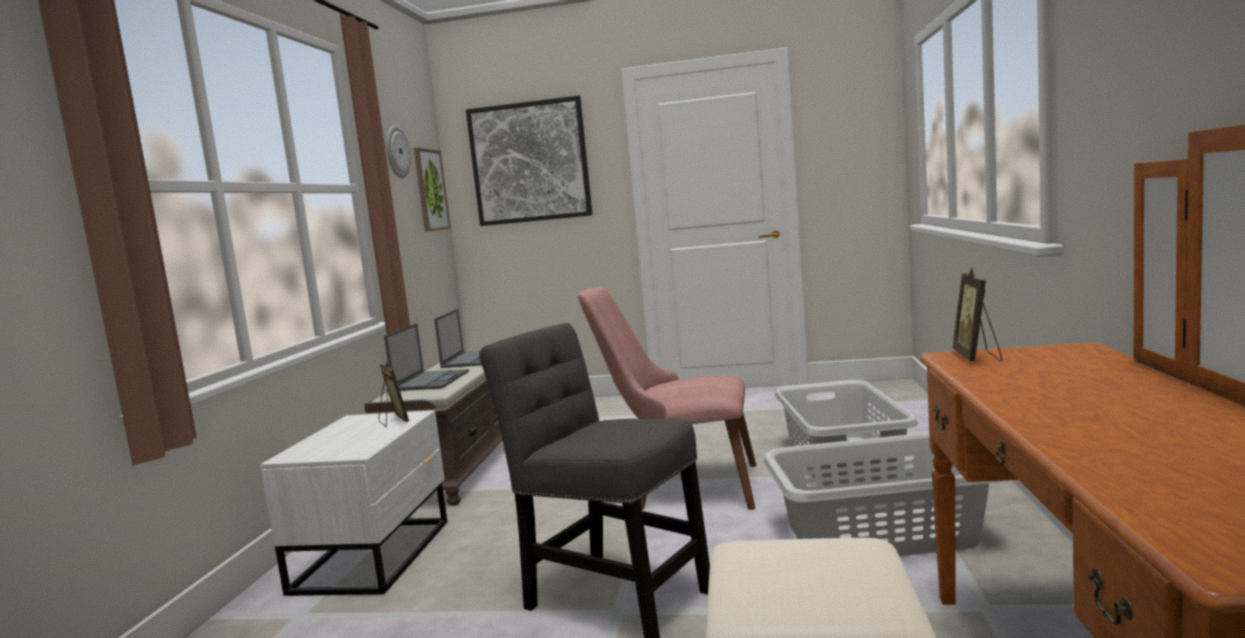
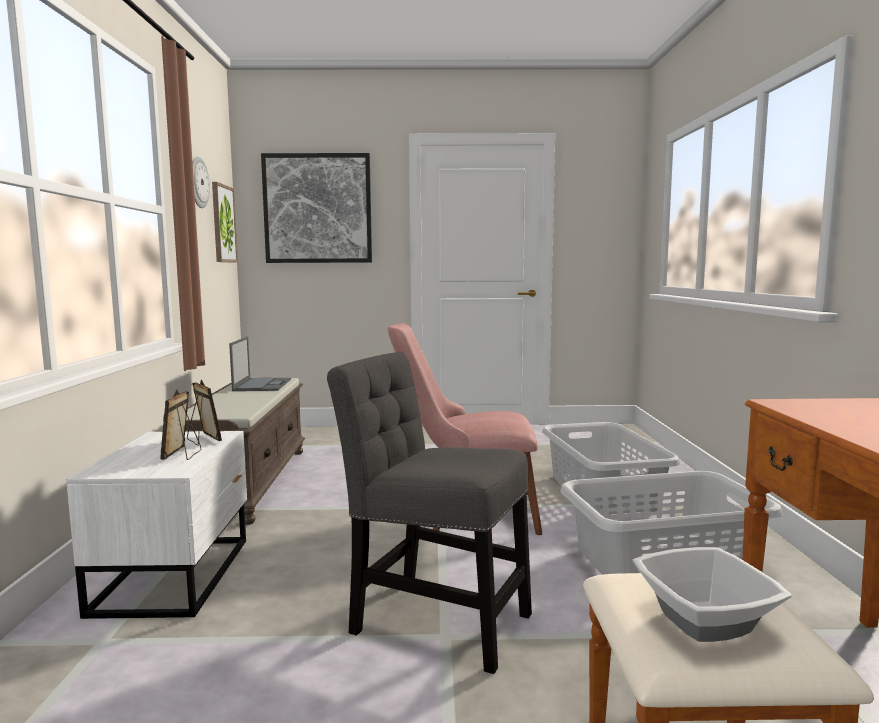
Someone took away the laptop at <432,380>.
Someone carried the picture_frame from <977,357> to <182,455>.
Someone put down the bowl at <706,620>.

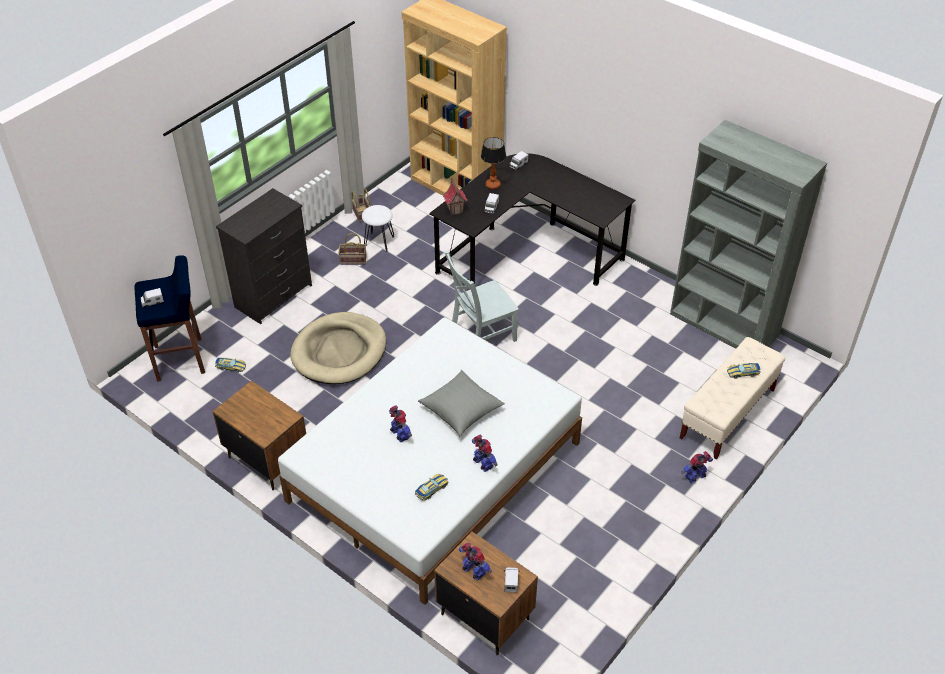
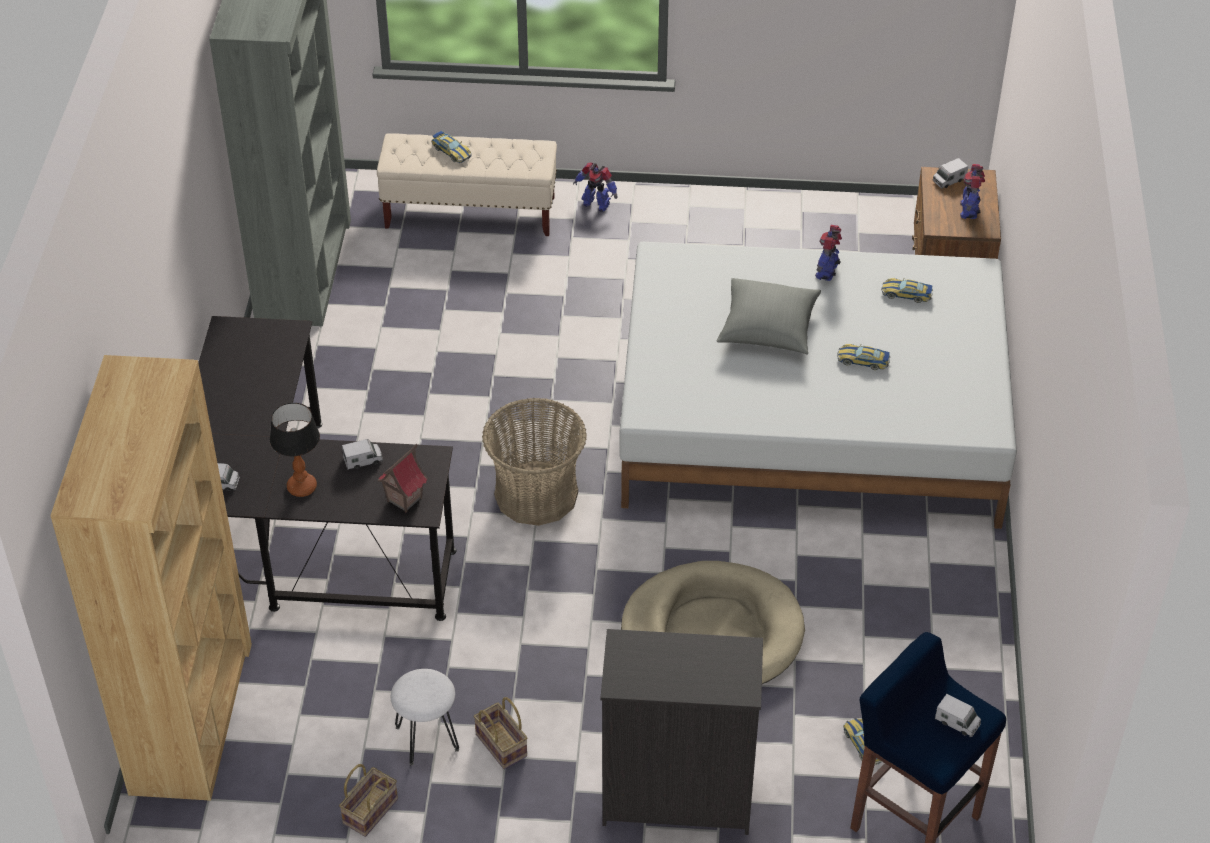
Someone took away the brown_nightstand at <267,459>.
Someone swapped the toy_robot at <400,435> for the toy_car at <863,360>.
Someone swapped the grey_chair at <480,336> for the basket at <536,494>.

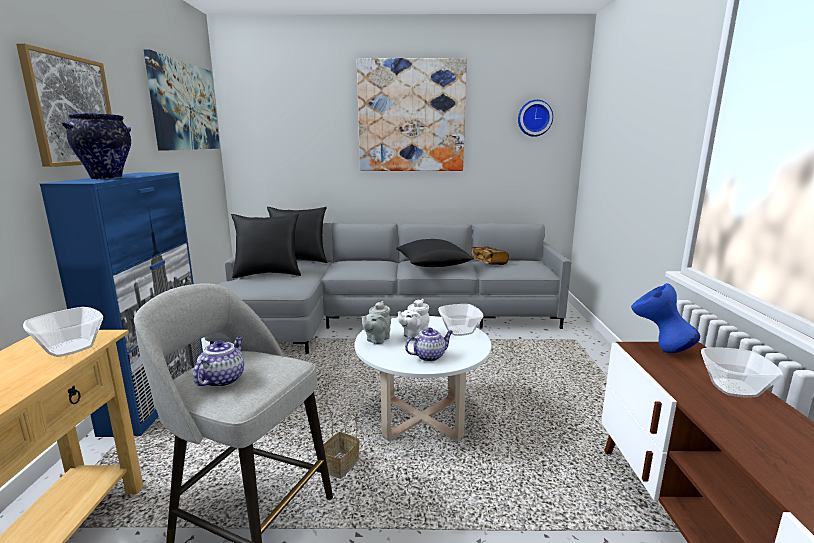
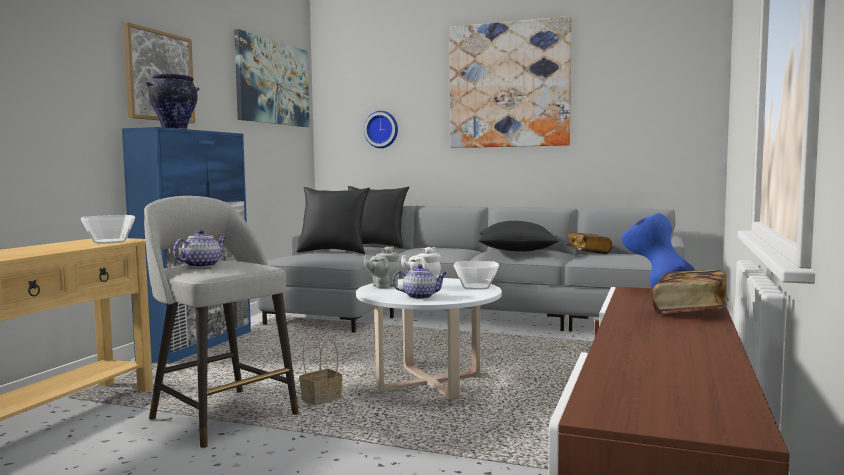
Someone carried the wall_clock from <534,118> to <382,129>.
Someone swapped the bowl at <734,388> for the book at <689,311>.

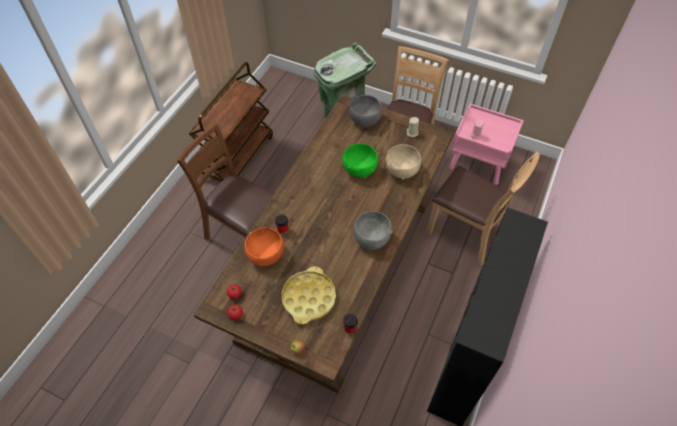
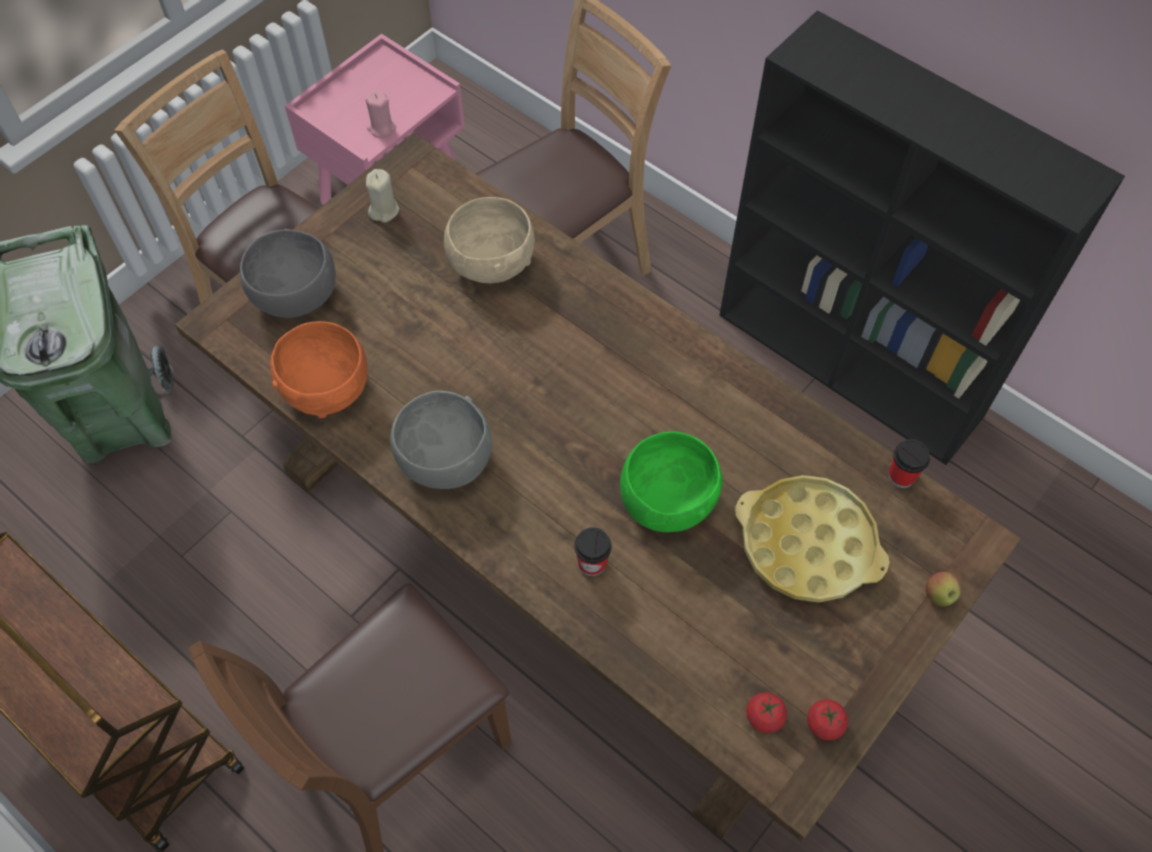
Someone carried the orange_bowl from <266,254> to <325,387>.
Someone carried the green_bowl from <359,169> to <667,501>.
Someone carried the grey_bowl from <371,239> to <446,460>.

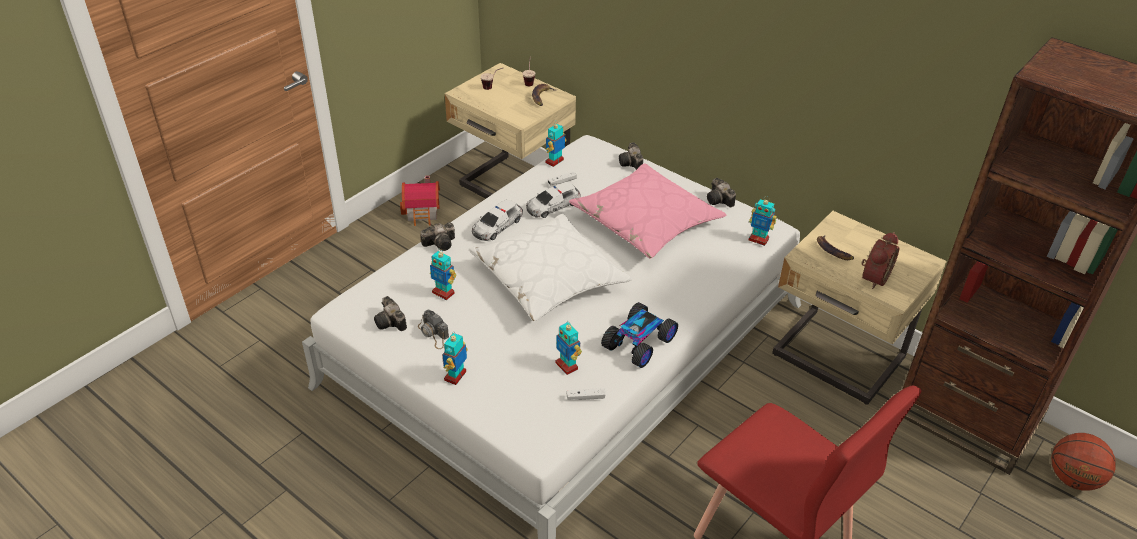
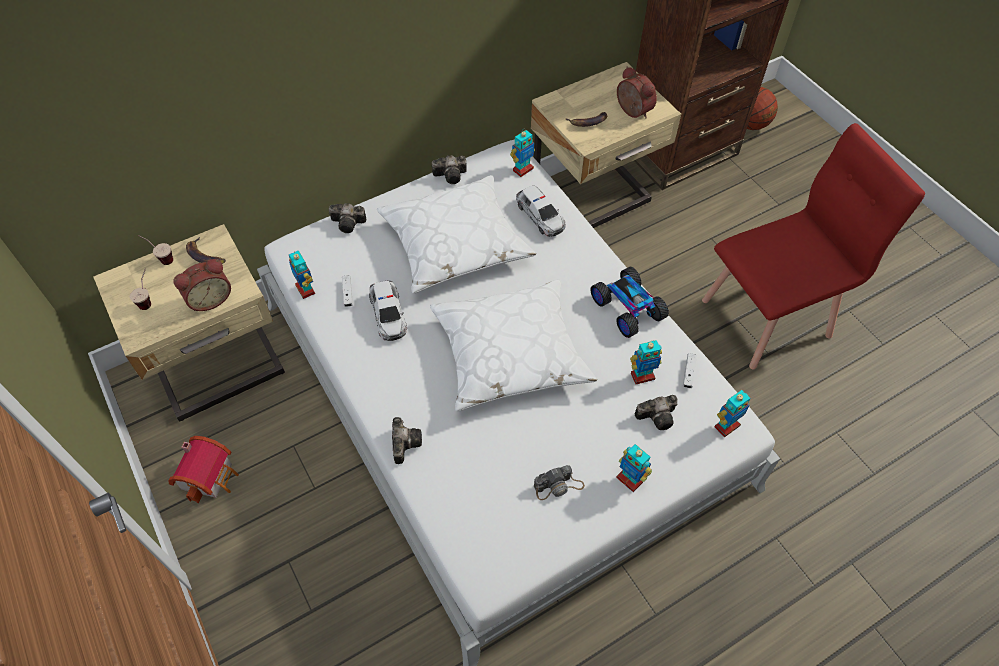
Someone carried the photo_camera from <391,323> to <658,416>.
Someone carried the toy_robot from <443,293> to <726,426>.
Someone carried the toy_car from <497,226> to <540,216>.
Someone repainted the pink_pillow at <646,221>, which became the white_pillow at <455,243>.
Someone put down the alarm_clock at <209,298>.

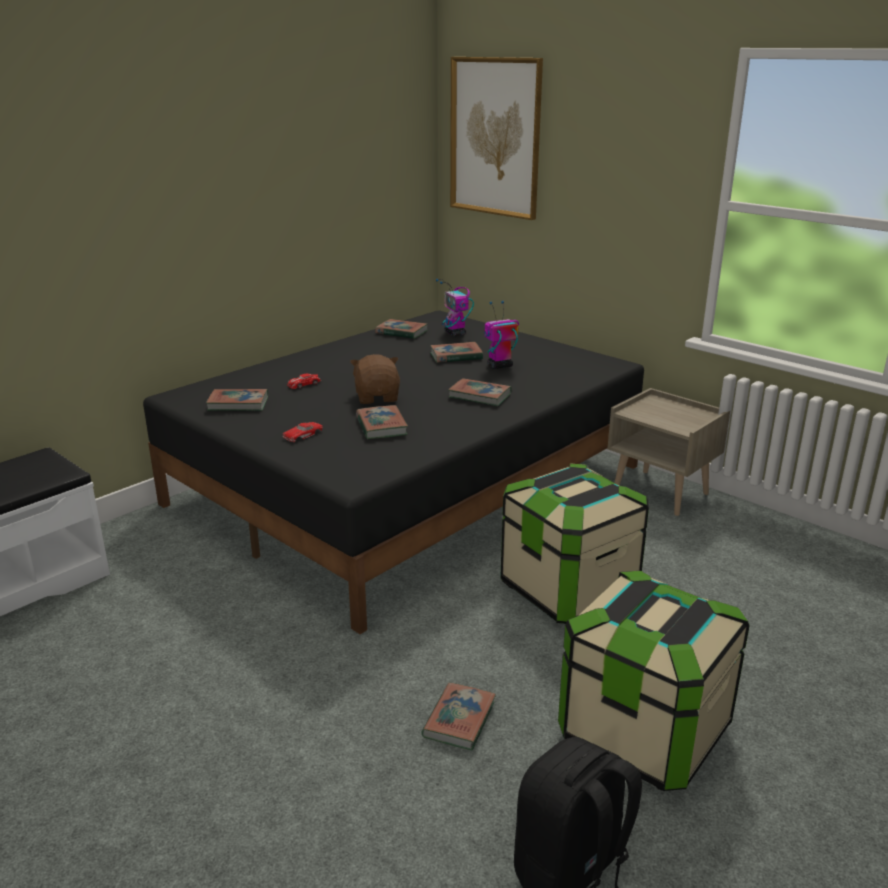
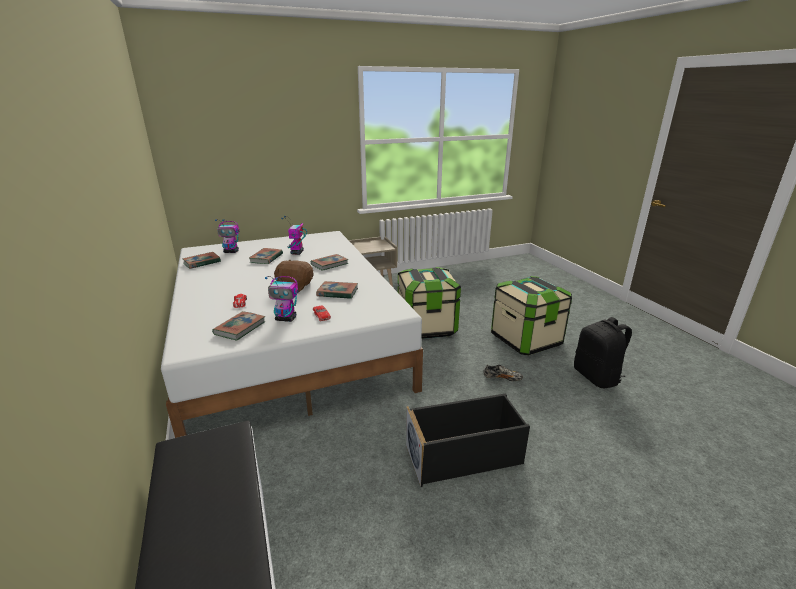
Someone repainted the black_bed at <408,485>, which became the white_bed at <287,341>.
Someone swapped the book at <459,720> for the shoe at <502,378>.
Someone took away the picture at <495,137>.
Someone put down the toy_robot at <286,319>.
Someone put down the black_storage_box at <464,455>.

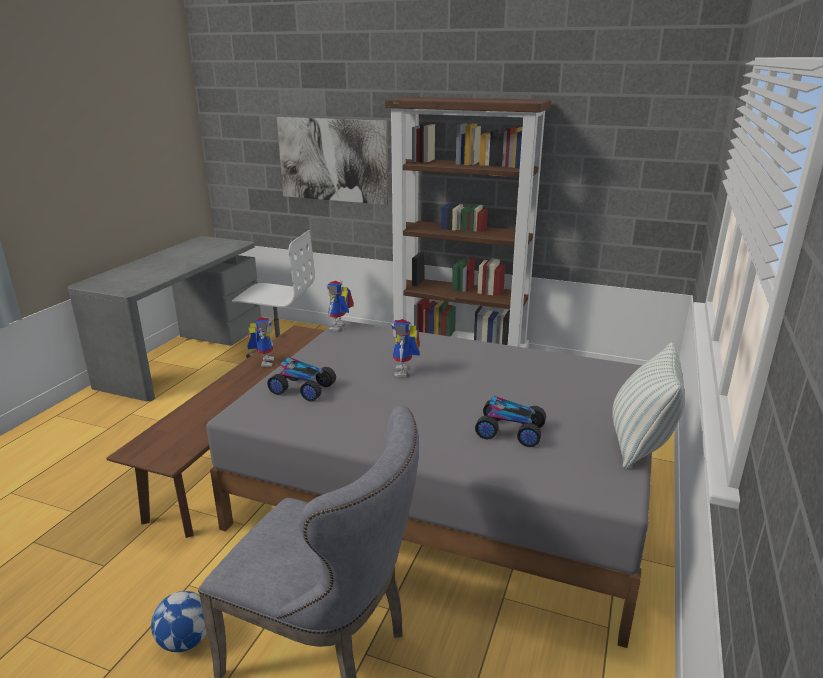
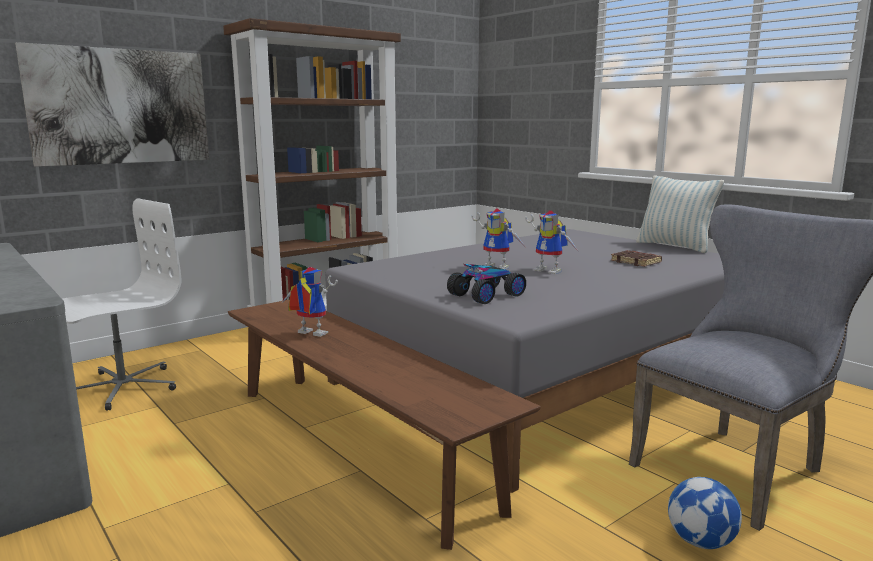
Someone carried the toy_robot from <339,328> to <551,271>.
Someone swapped the toy_car at <510,432> for the brown_book at <636,262>.

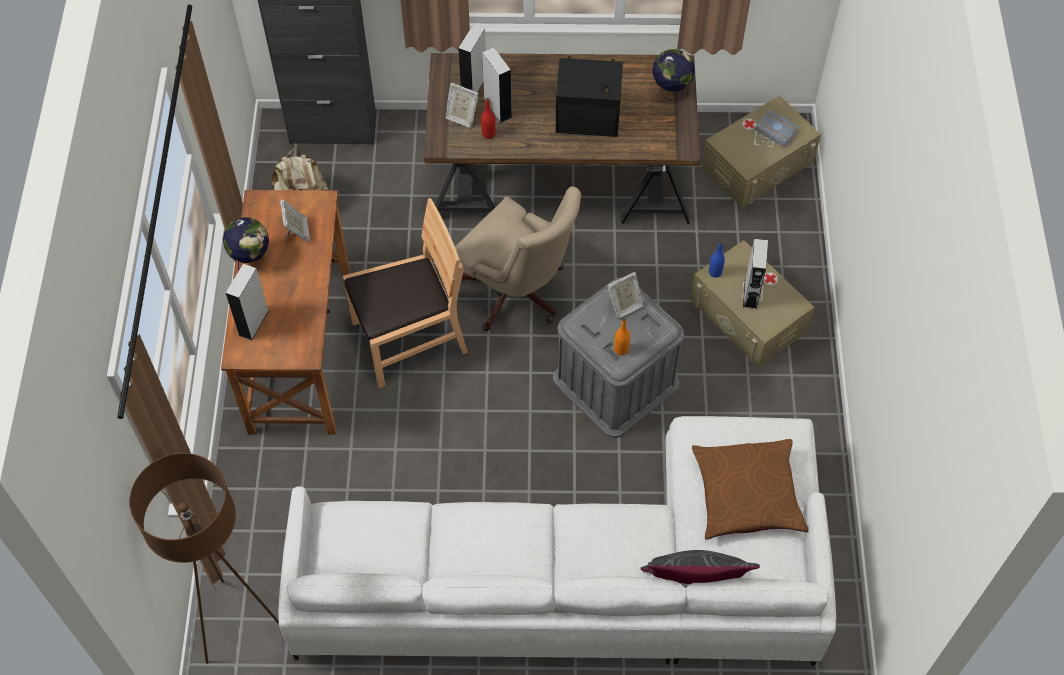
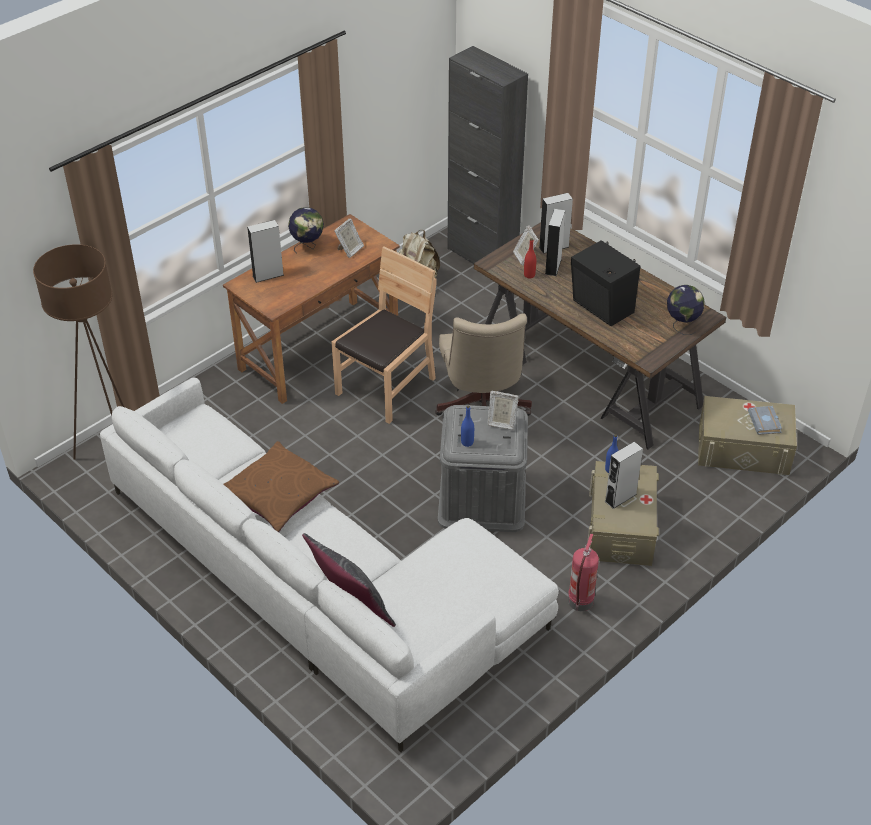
Someone rotated the brown_chair at <409,339> by 75 degrees counterclockwise.
Someone repainted the orange_bottle at <621,349>, which became the blue_bottle at <467,442>.
Someone carried the brown_pillow from <747,495> to <278,494>.
Someone put down the fire_extinguisher at <580,602>.

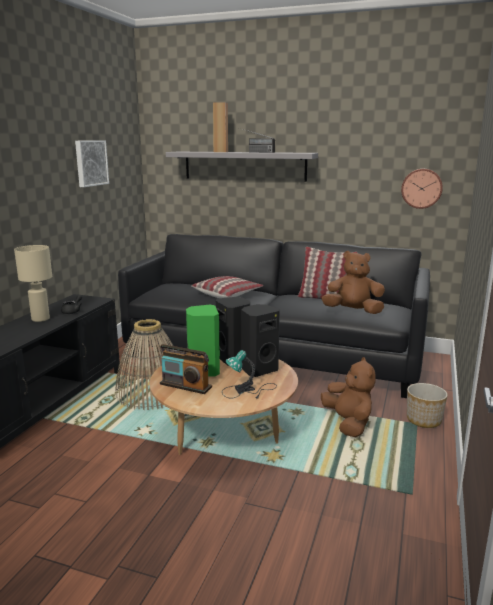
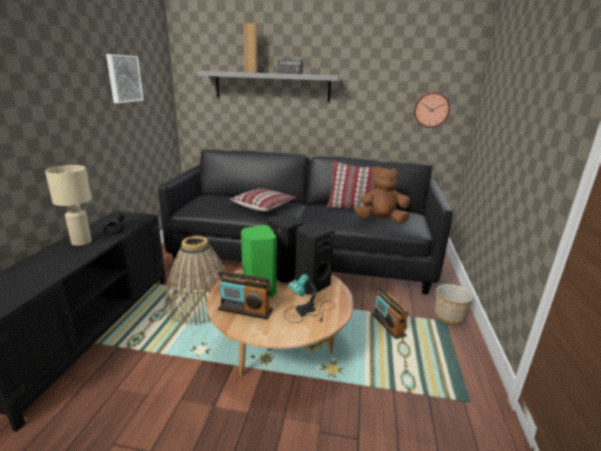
Someone swapped the brown_plush_toy at <348,423> for the radio at <388,325>.

